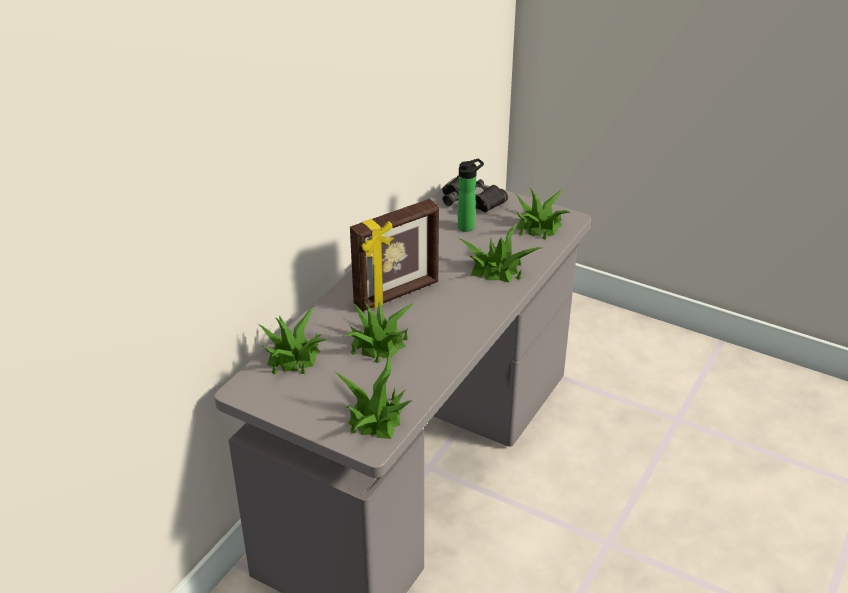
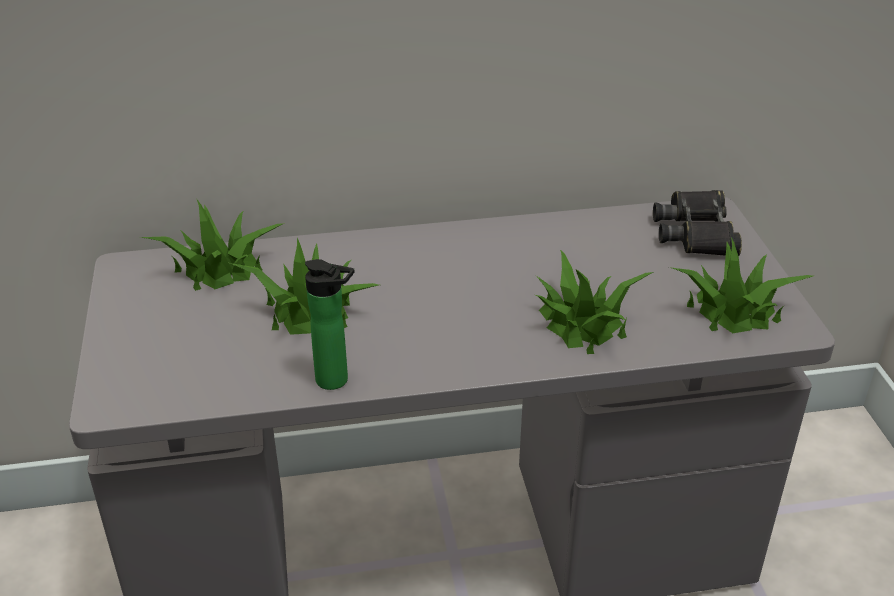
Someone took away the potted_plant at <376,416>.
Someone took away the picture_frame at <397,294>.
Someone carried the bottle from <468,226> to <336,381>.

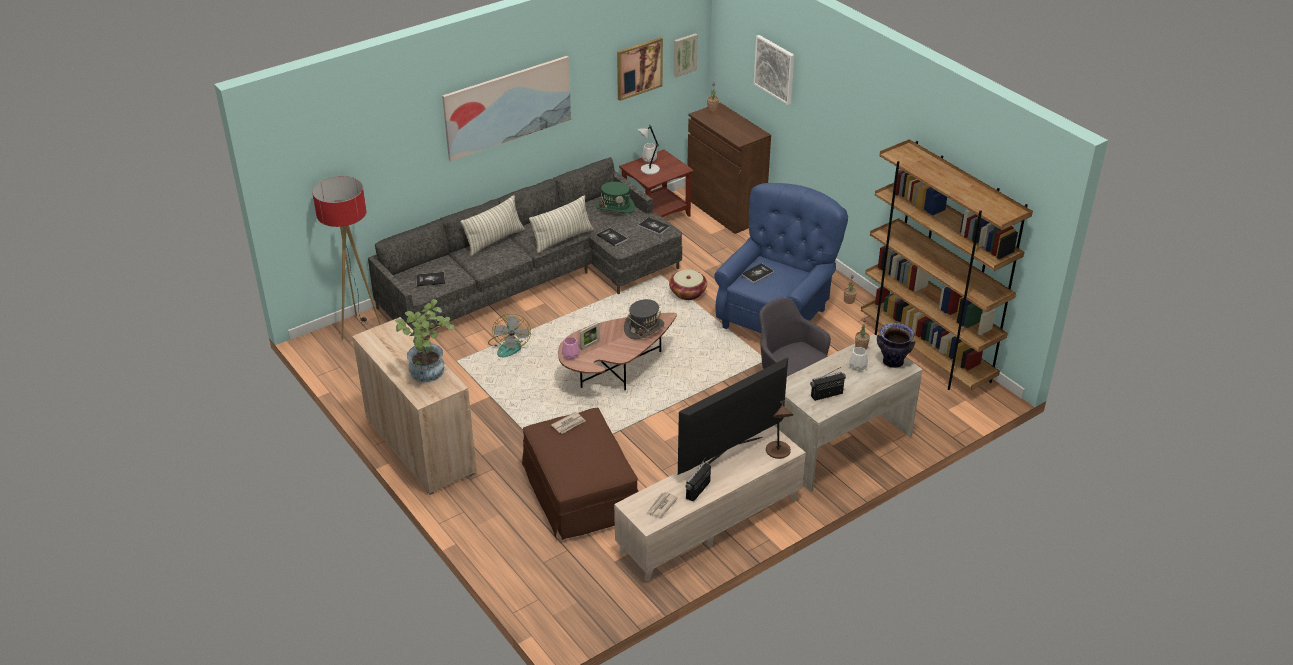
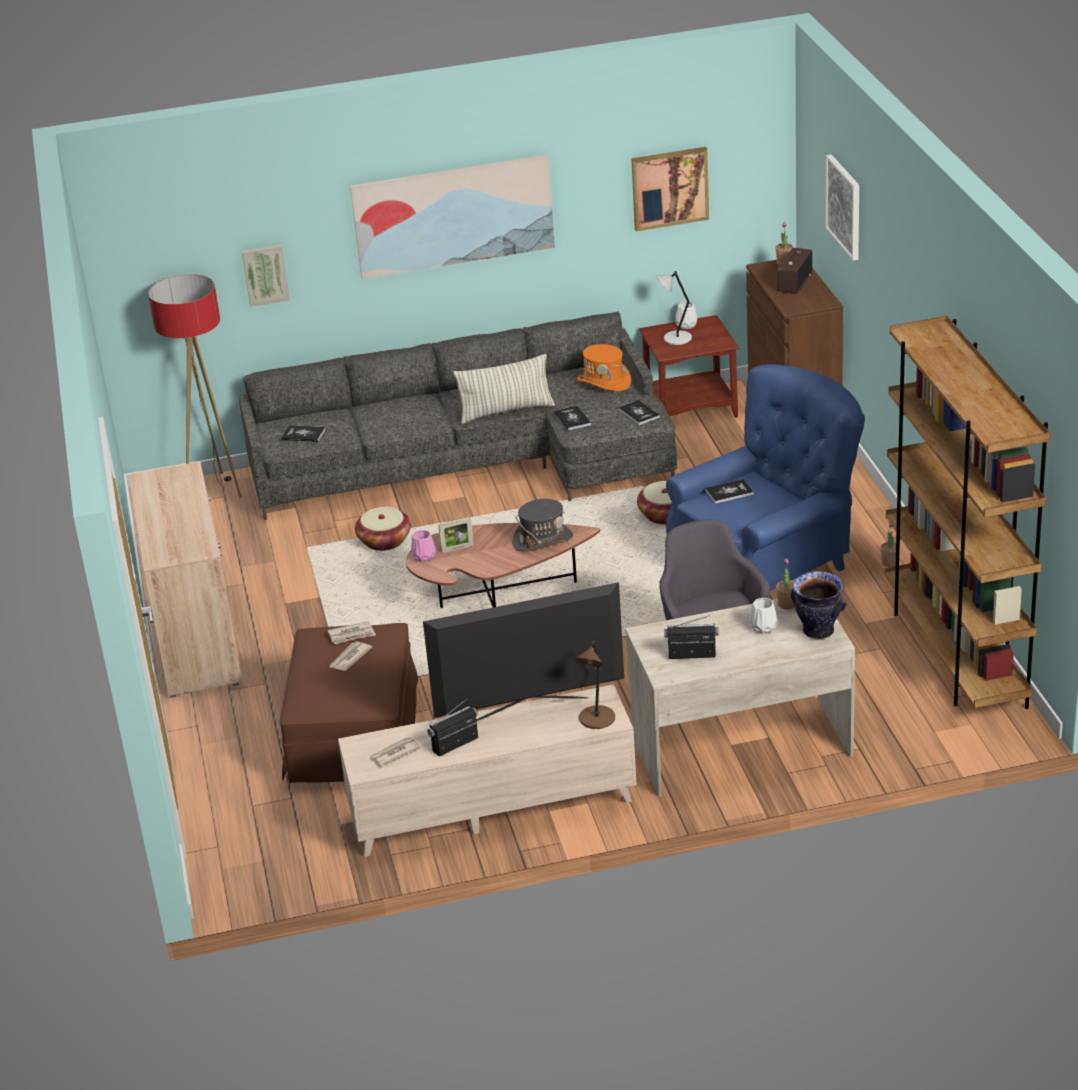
Someone took away the potted_plant at <429,375>.
Someone took away the pillow at <494,240>.
Someone swapped the fan at <509,346> for the basket at <384,541>.
Someone repainted the green_hat at <615,207>, which became the orange_hat at <604,382>.
Someone carried the picture from <684,54> to <265,274>.
Someone put down the newspaper at <349,658>.
Someone put down the radio at <794,282>.

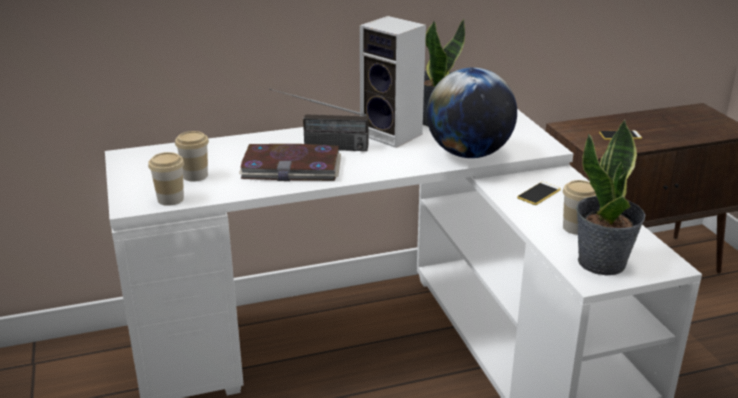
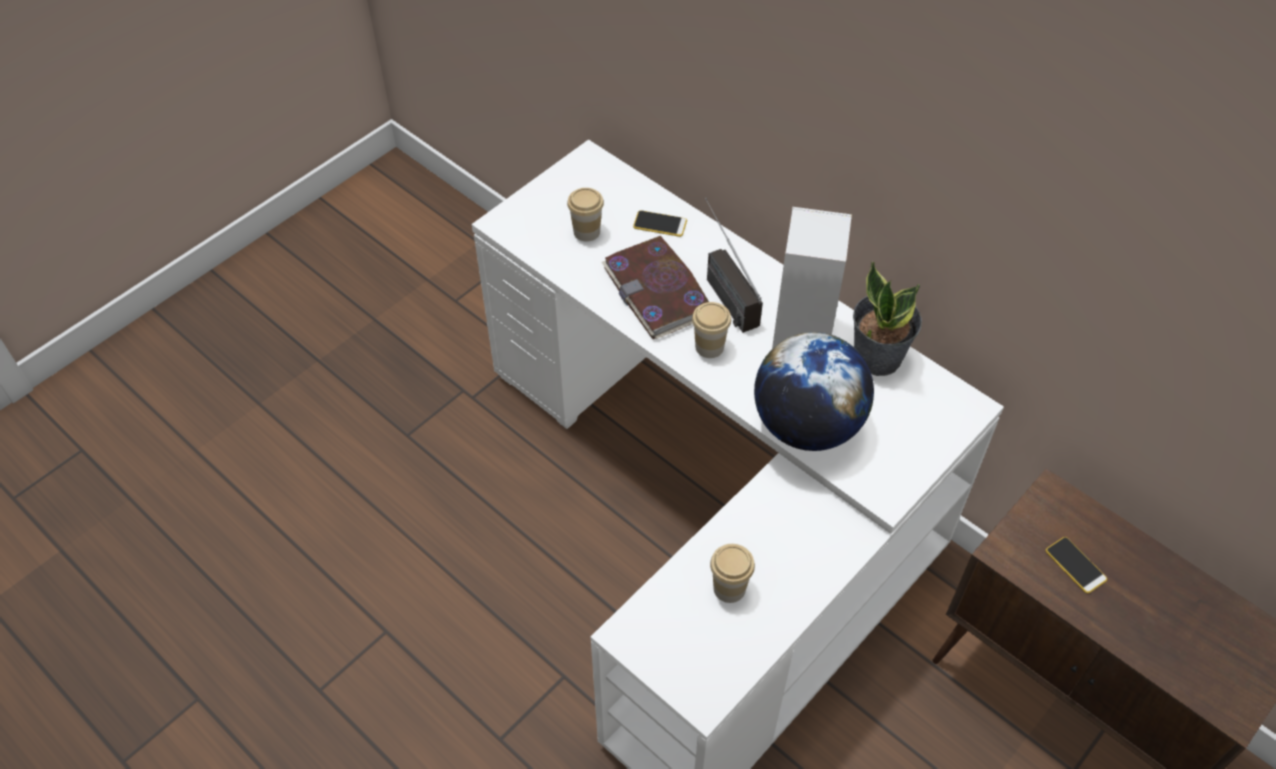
Someone carried the cup from <170,199> to <709,347>.
Someone carried the phone from <538,194> to <660,224>.
Someone took away the potted_plant at <602,263>.

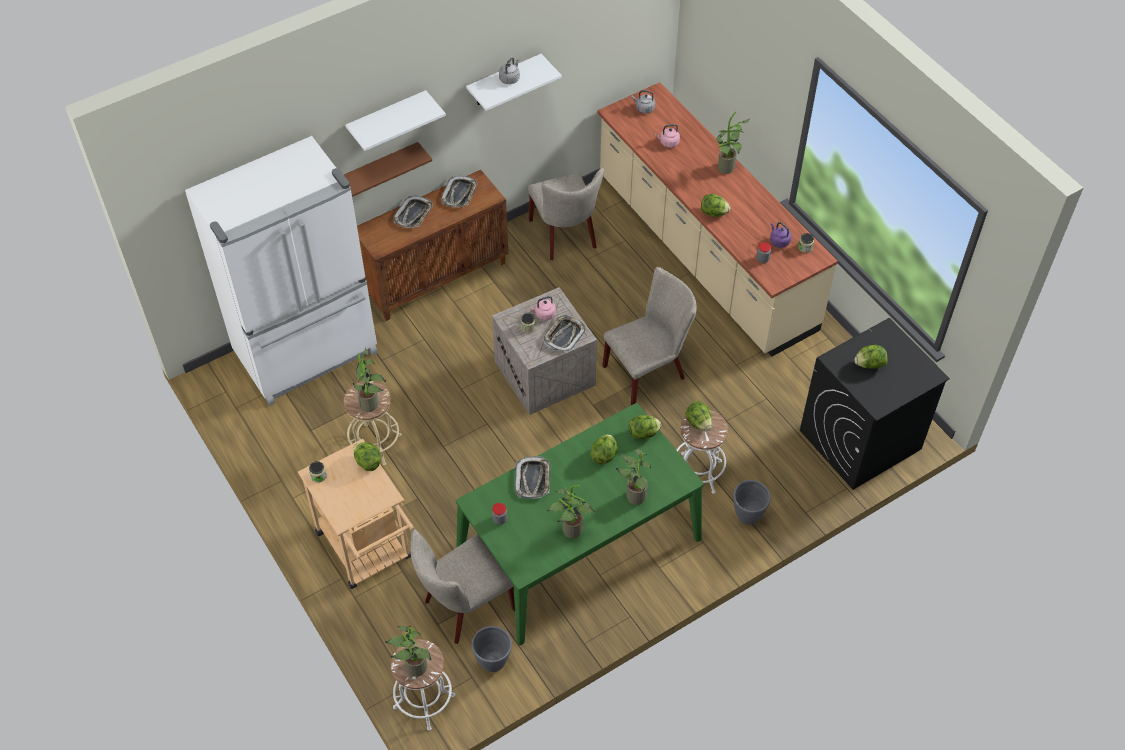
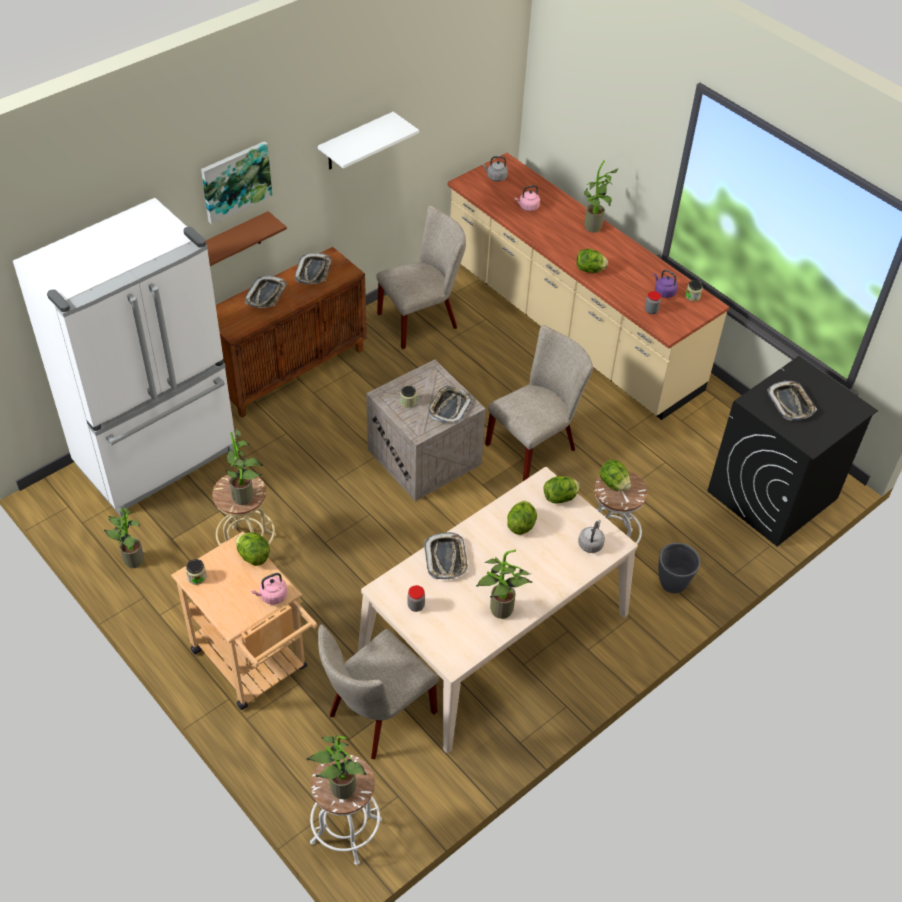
Someone swapped the white_shelf at <387,118> for the picture at <235,181>.
Someone repainted the green_dining_table at <579,546>, which became the beige_dining_table at <494,635>.
Someone took away the grey_planter at <493,662>.
Someone carried the grey_kettle from <510,78> to <591,544>.
Someone rotated the beige_chair at <565,236> by 90 degrees counterclockwise.
Someone carried the pink_kettle from <544,314> to <272,596>.
Someone carried the potted_plant from <633,496> to <131,560>.
Someone swapped the lettuce at <869,364> for the tray at <790,403>.

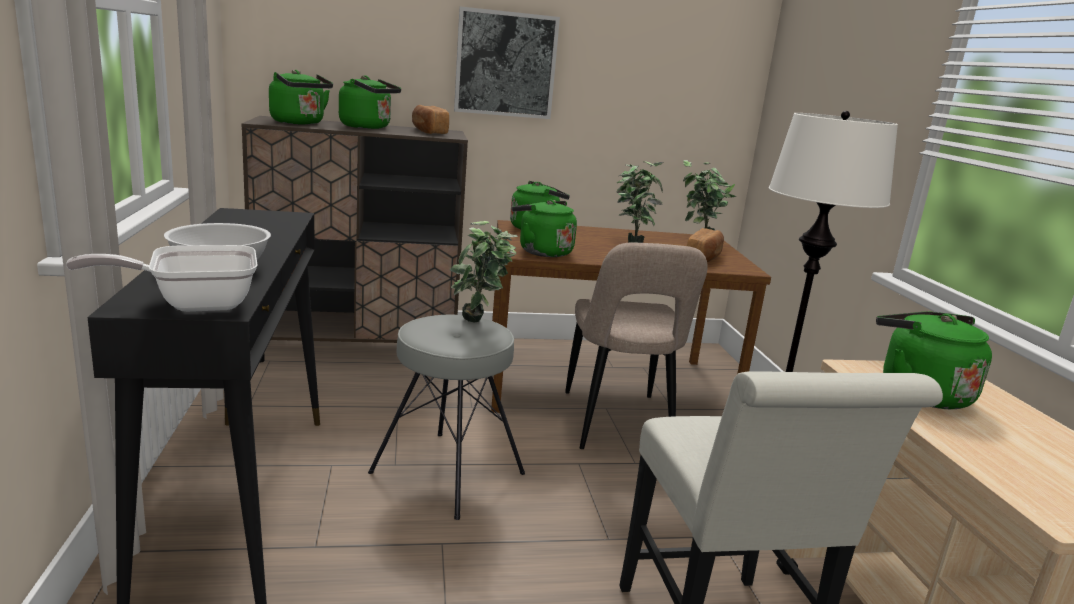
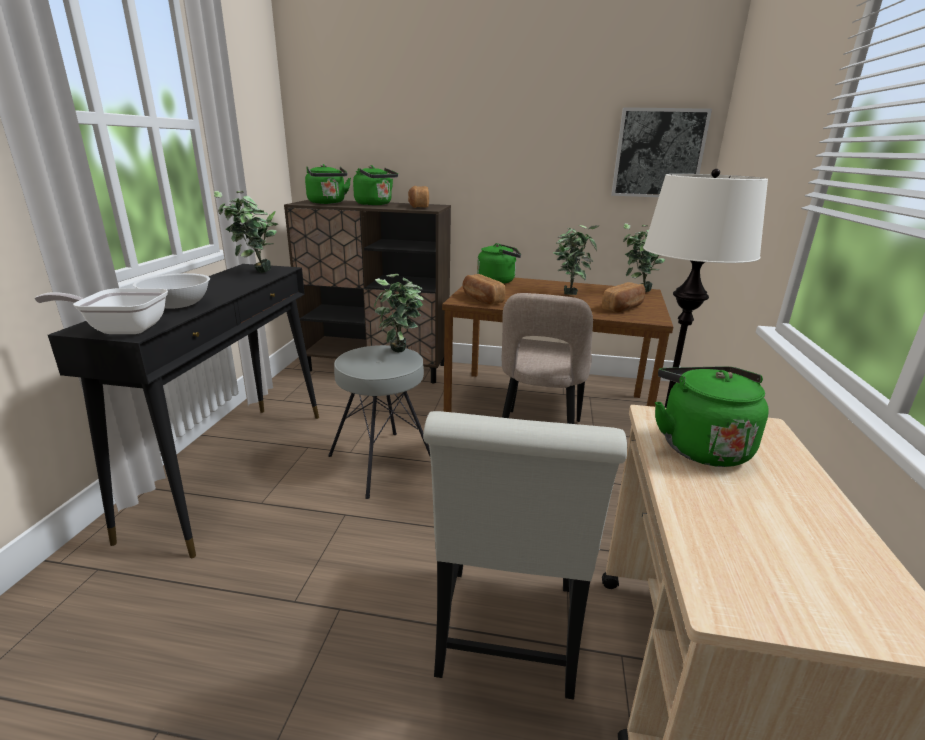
Someone carried the picture from <505,64> to <658,153>.
Someone swapped the green_kettle at <542,251> for the bread at <481,299>.
Someone put down the potted_plant at <254,273>.

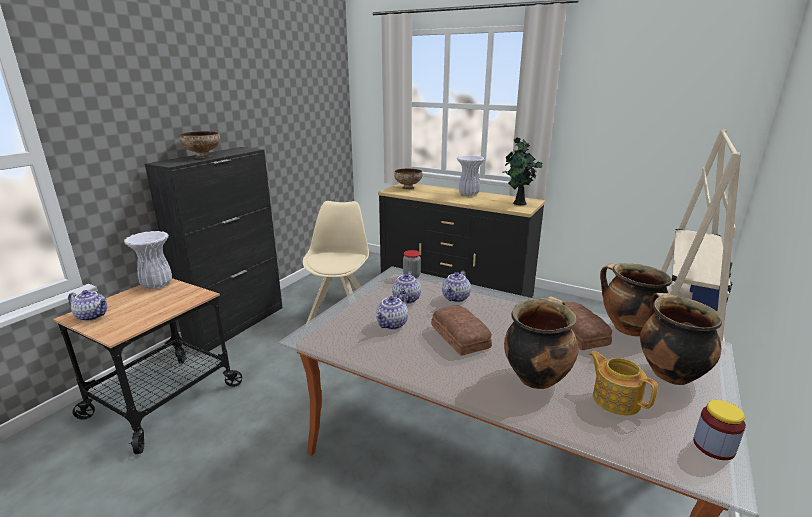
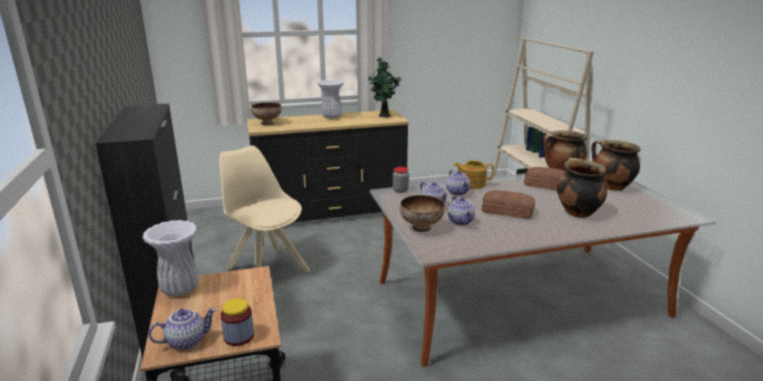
Someone carried the bowl from <202,156> to <420,228>.
Someone carried the teapot from <615,399> to <472,184>.
Someone carried the jar from <713,446> to <239,336>.

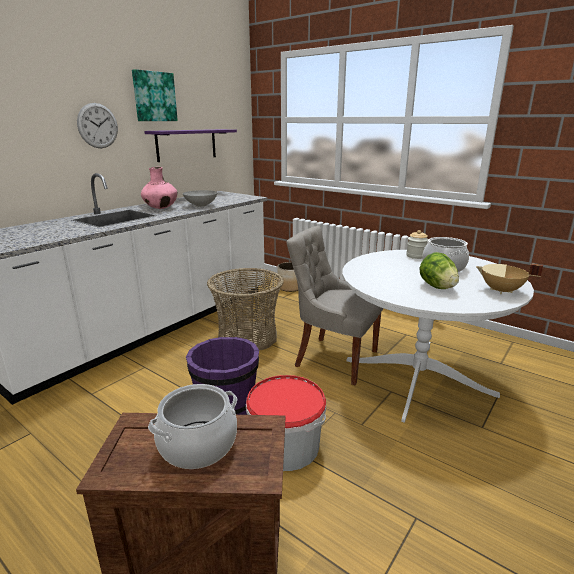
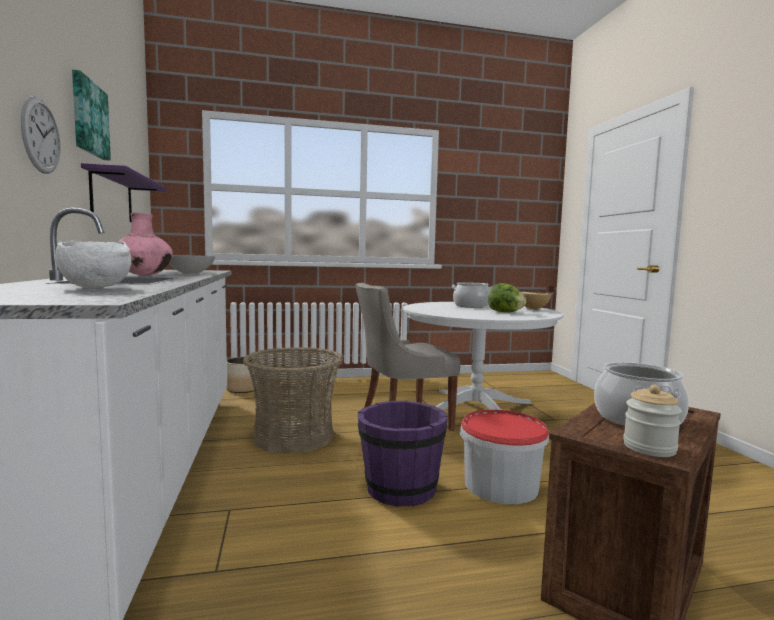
Someone carried the jar from <416,256> to <649,448>.
Someone put down the white_bowl at <98,288>.

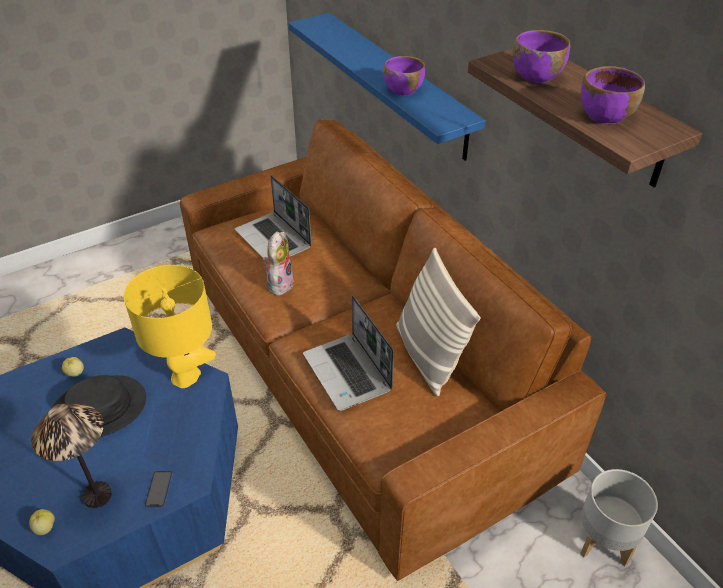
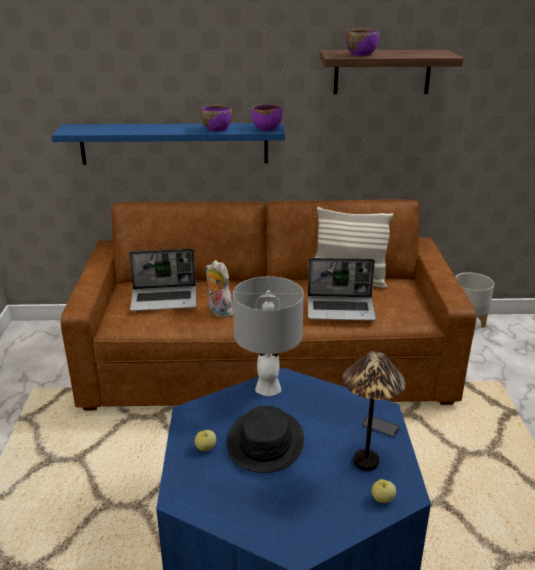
Someone repainted the yellow_table_lamp at <186,376>, which became the grey_table_lamp at <268,387>.
Someone carried the purple_bowl from <605,116> to <266,128>.

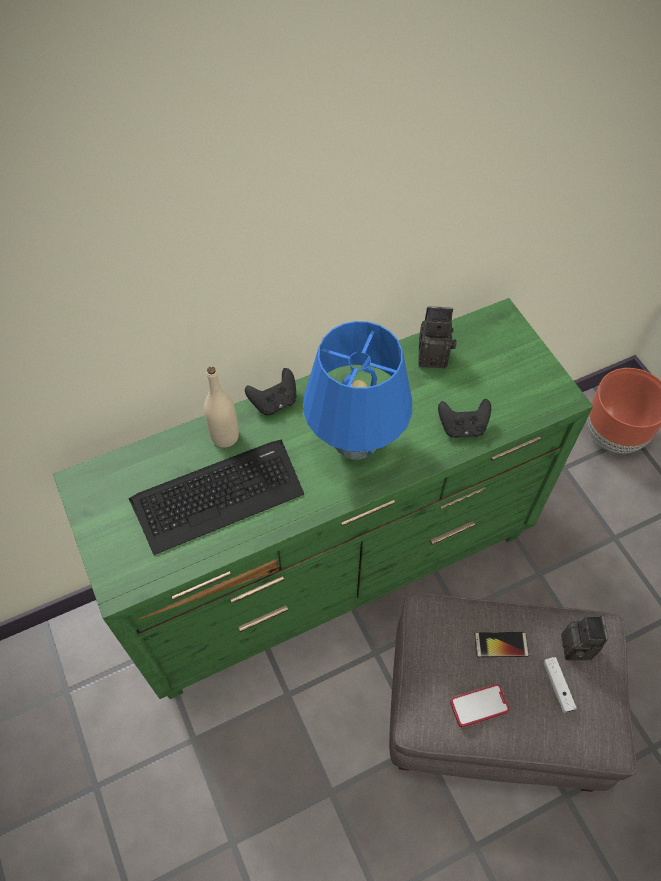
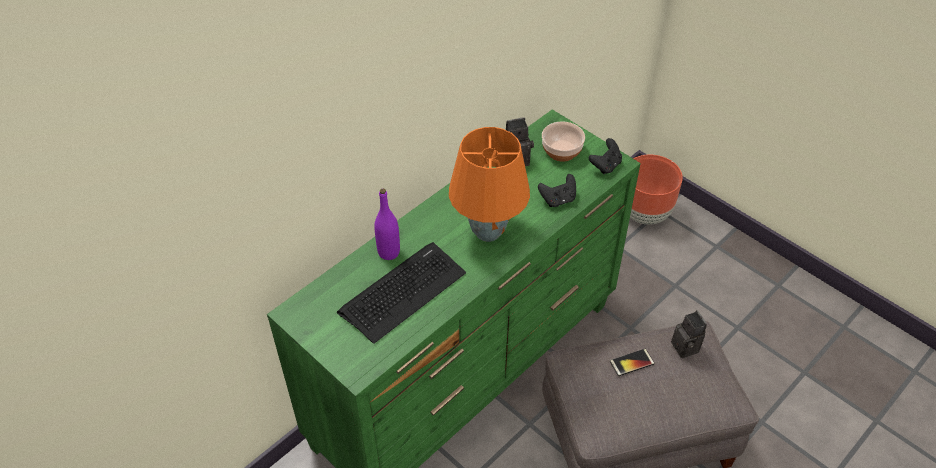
Someone repainted the beige_bottle at <225,436>, which became the purple_bottle at <389,252>.
Someone carried the black_game_controller from <274,402> to <605,166>.
Someone repainted the blue_table_lamp at <354,447>, which became the orange_table_lamp at <488,233>.
Someone took away the phone at <479,706>.
Someone took away the white_game_controller at <557,686>.
Someone put down the bowl at <562,151>.

